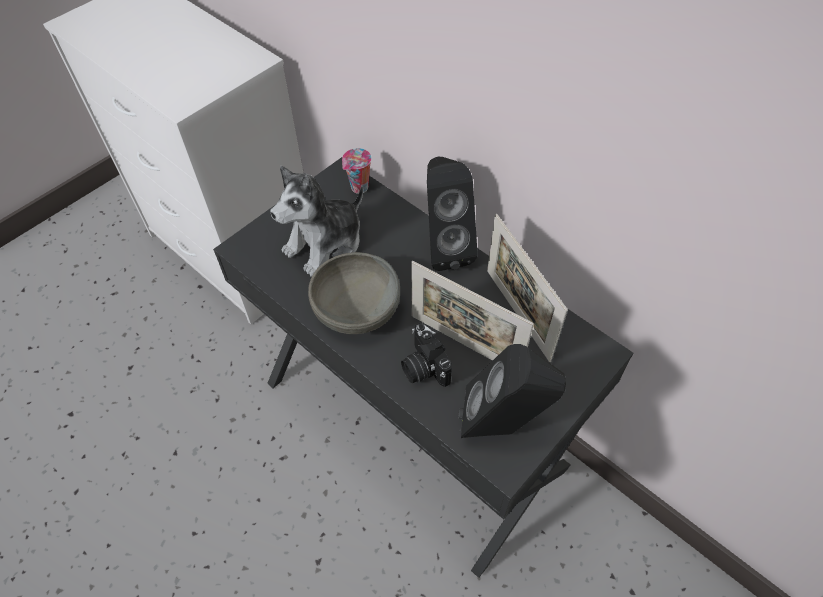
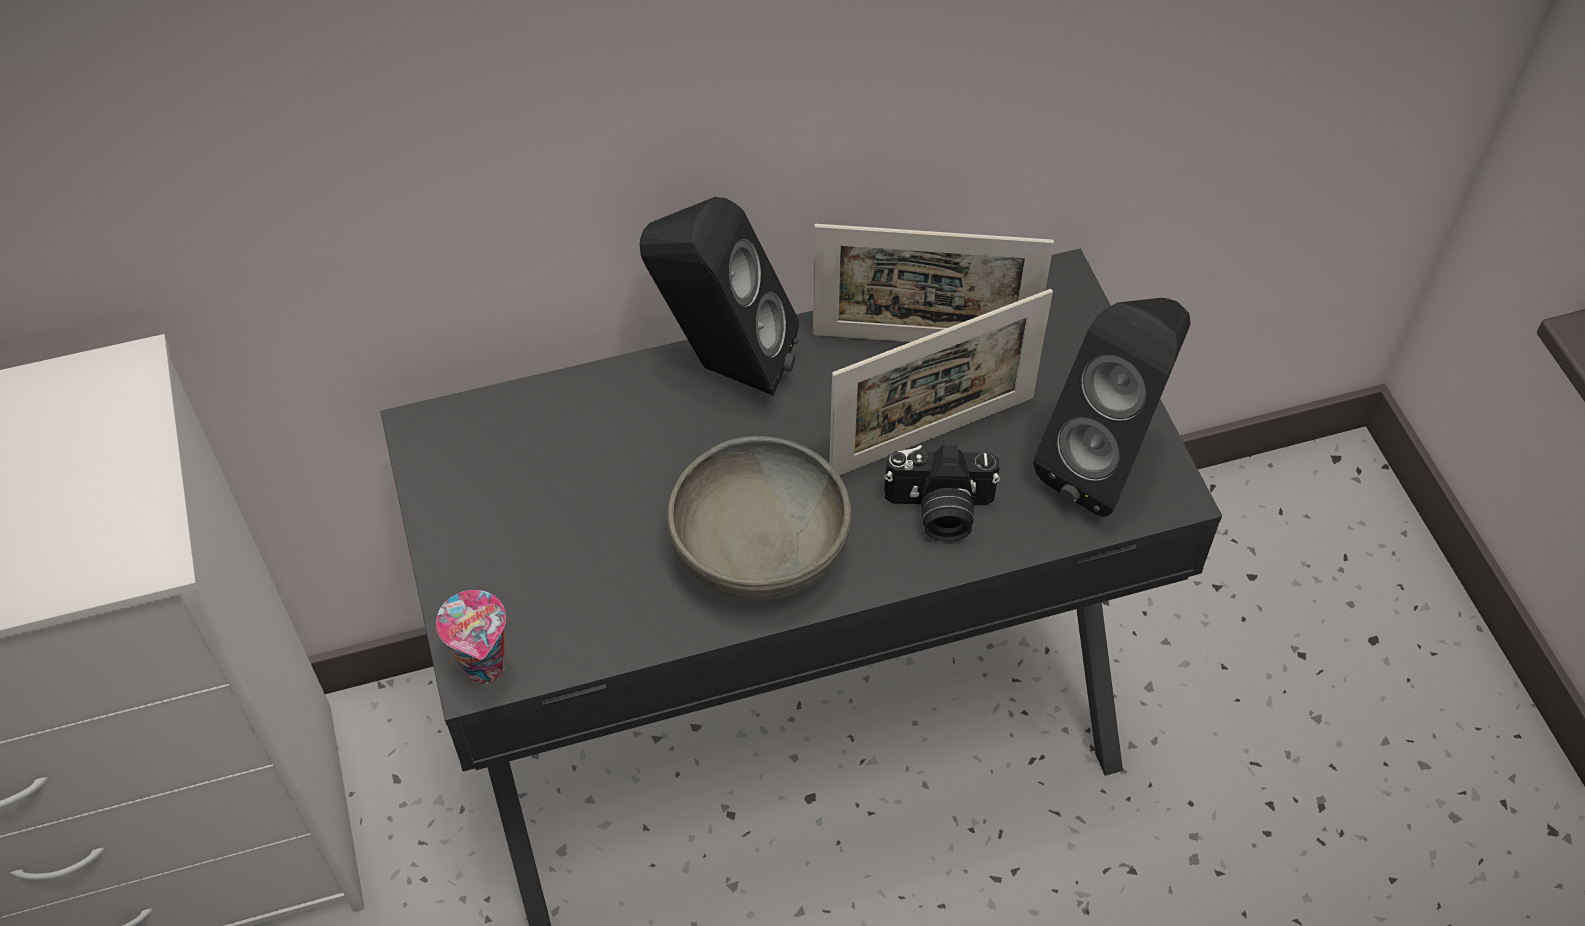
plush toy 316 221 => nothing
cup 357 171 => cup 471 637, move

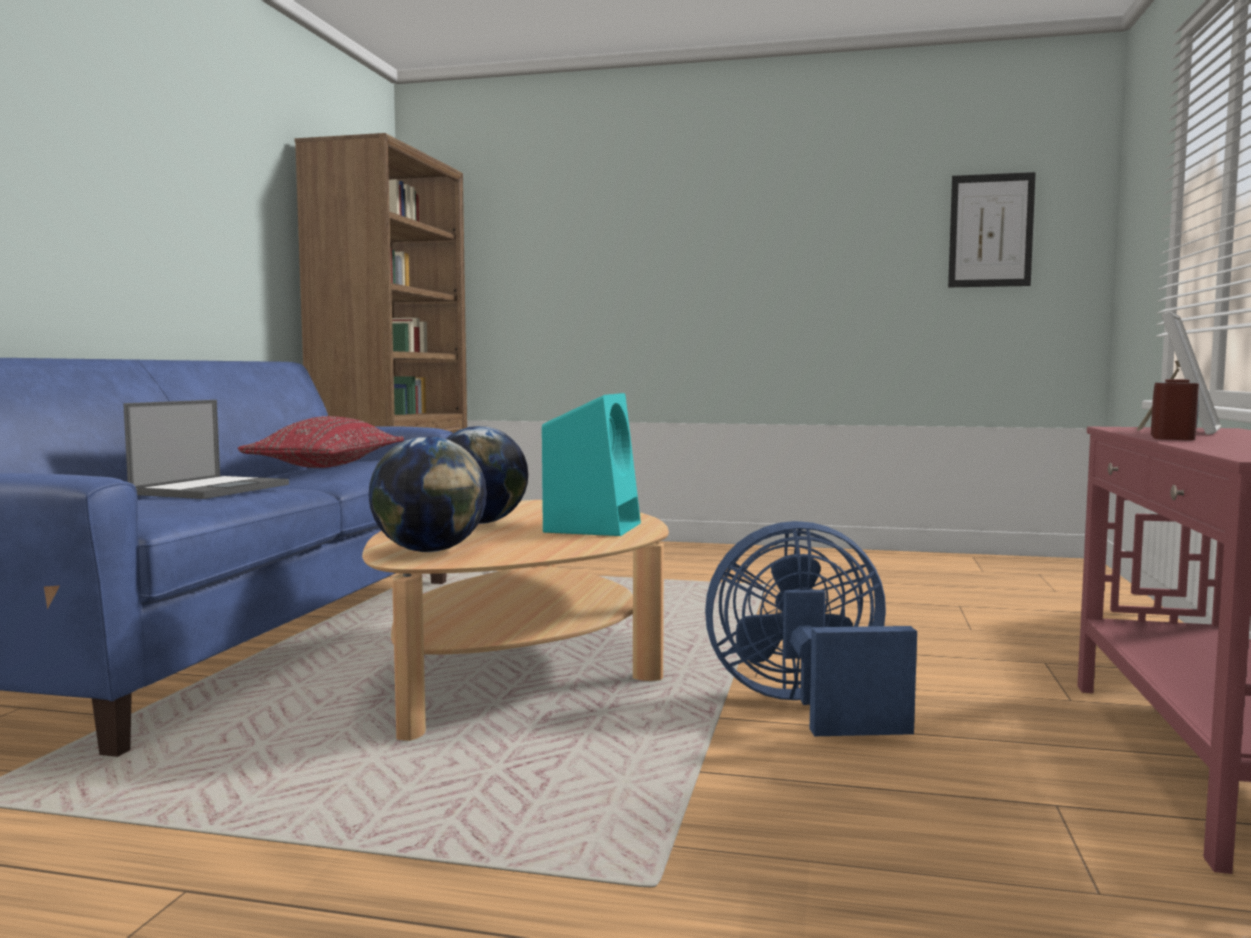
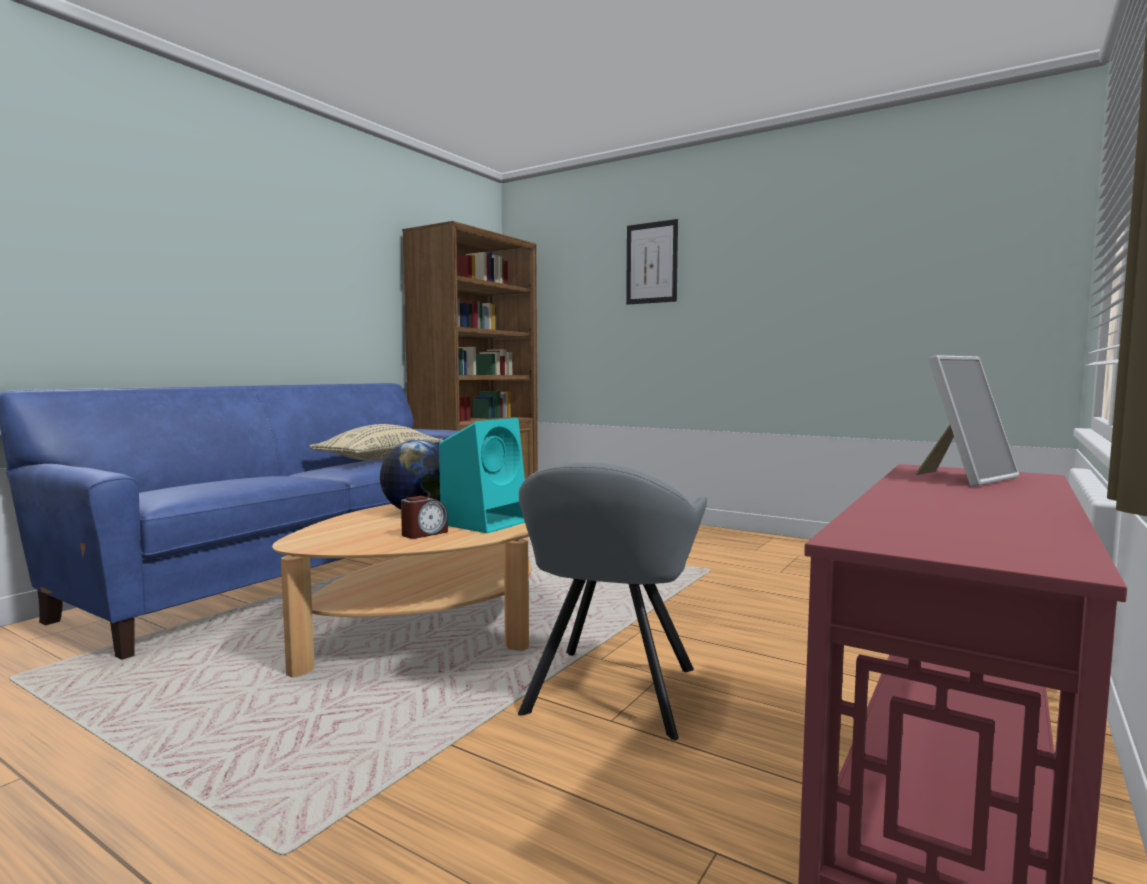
laptop 206 449 => nothing
red pillow 321 442 => beige pillow 376 442
globe 428 494 => nothing
blue fan 811 628 => grey armchair 612 601
picture 992 229 => picture 652 262, move
alarm clock 1175 409 => alarm clock 424 517, move

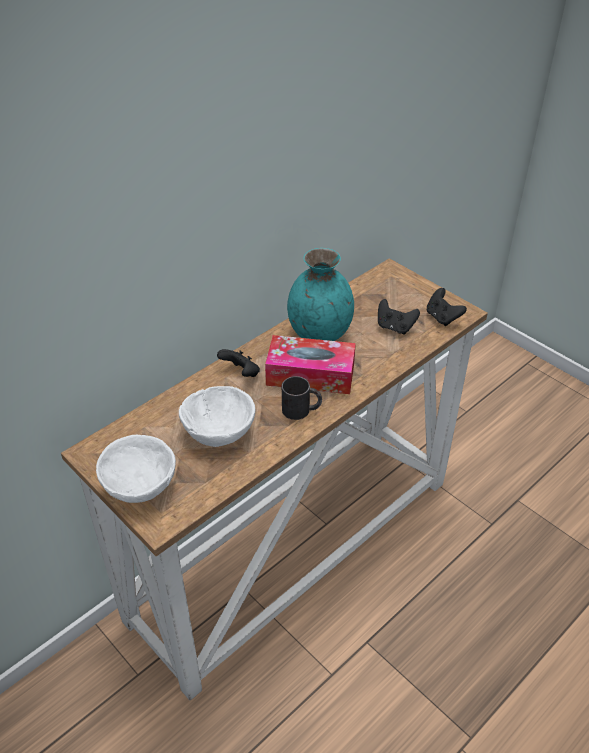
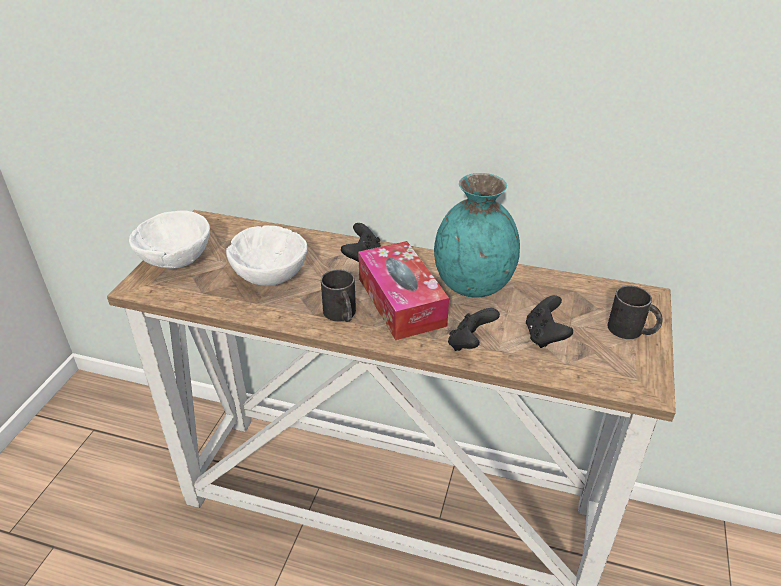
black game controller 447 307 => black game controller 474 329, move
nothing => black mug 635 312

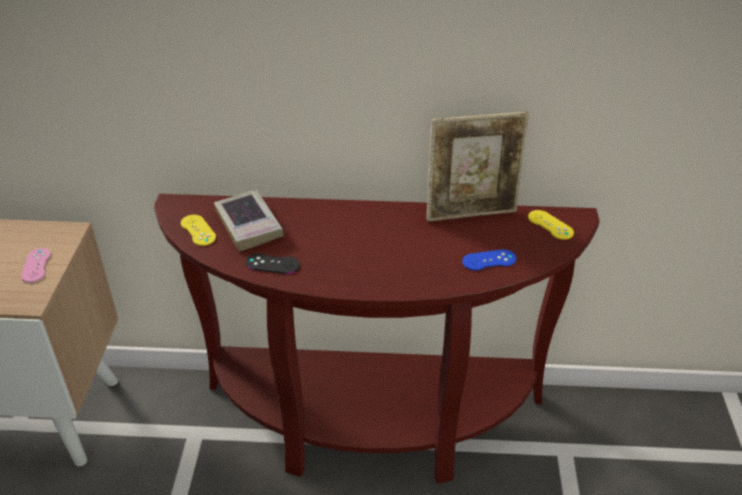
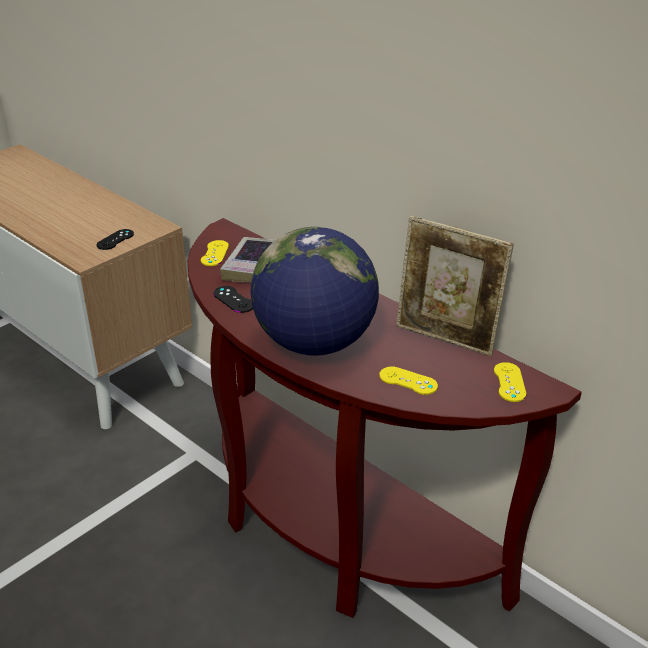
pink game controller 36 265 => black game controller 115 239
blue game controller 489 260 => yellow game controller 408 380
nothing => globe 314 291

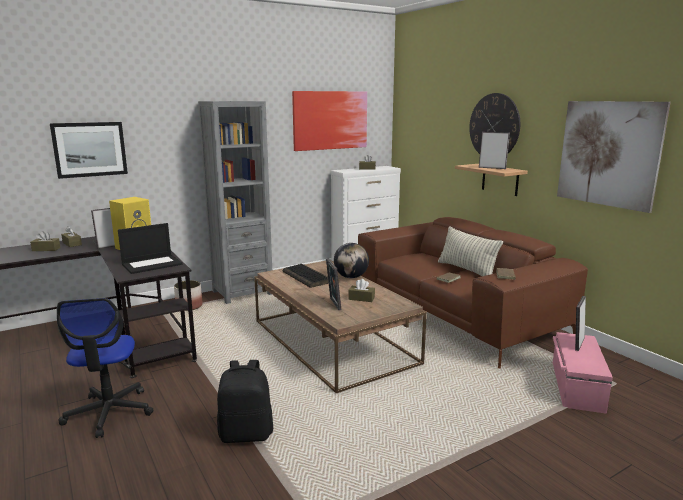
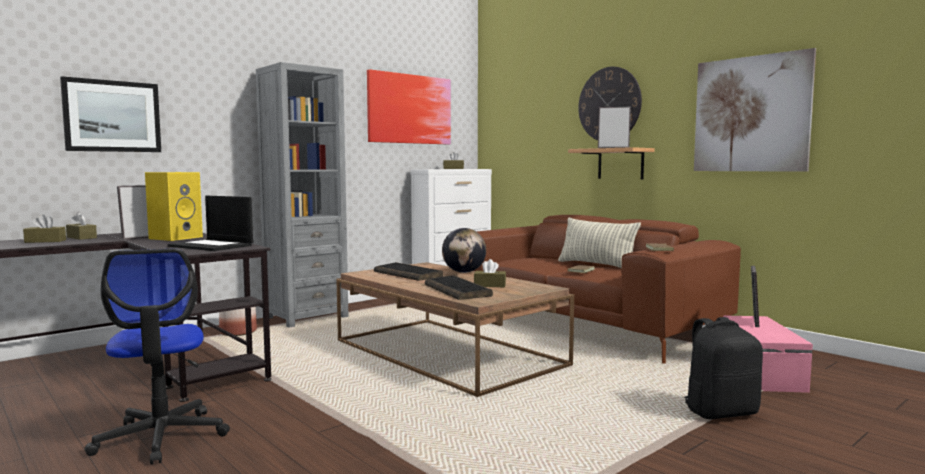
laptop 150 248 => laptop 210 223, 75 degrees clockwise
black backpack 245 401 => black backpack 723 368, move
picture frame 333 284 => keyboard 459 287

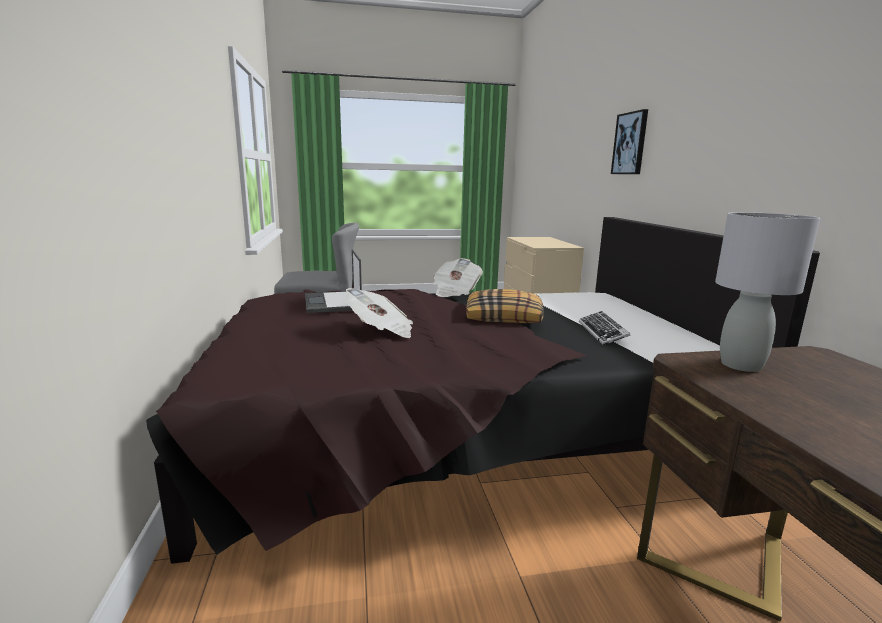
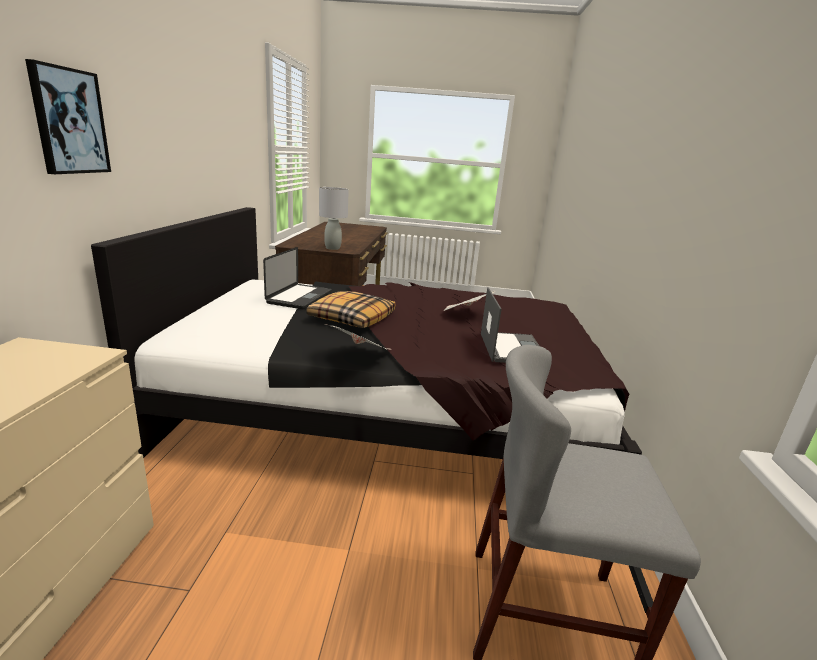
keyboard 605 328 => laptop 297 278

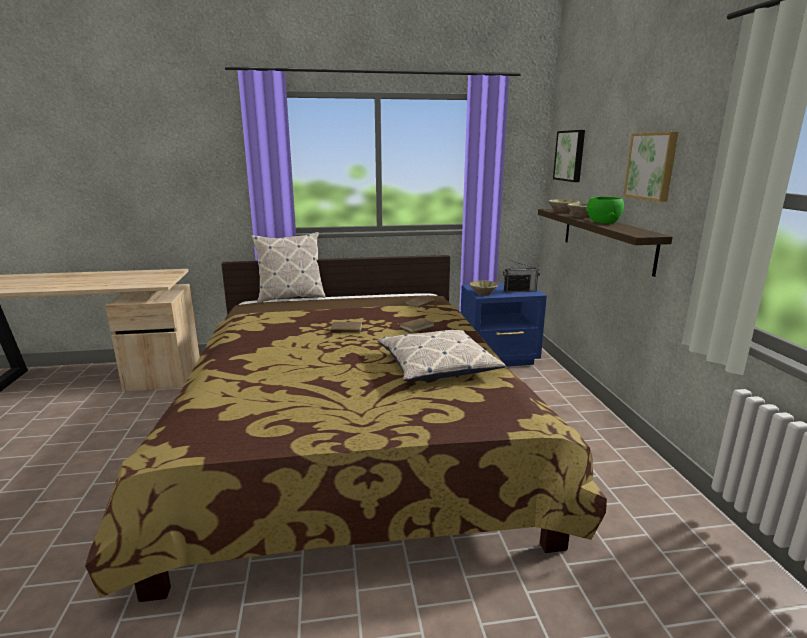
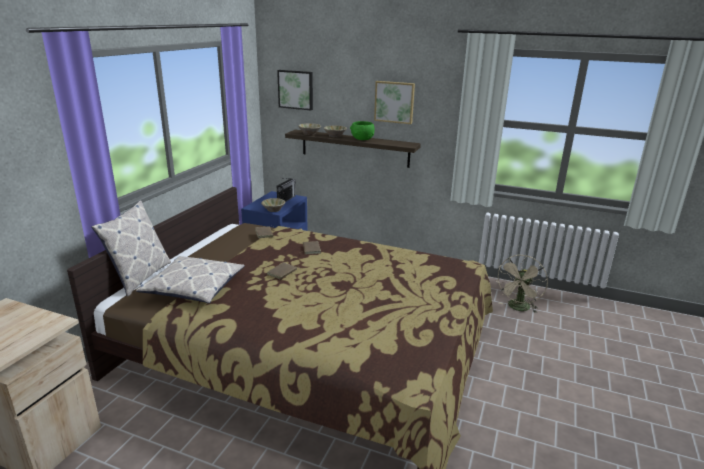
pillow 442 355 => pillow 190 280, move
nothing => beige fan 521 284

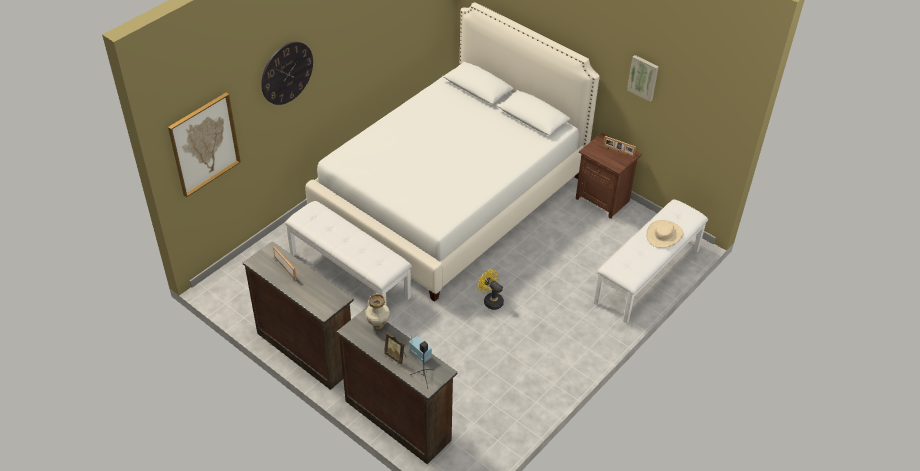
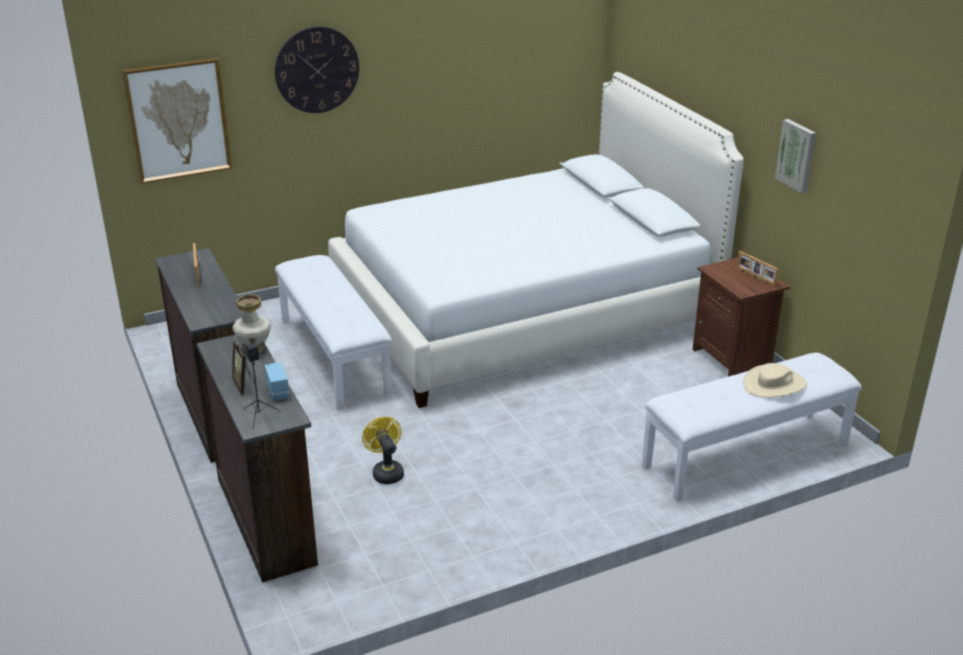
yellow fan 491 289 => yellow fan 383 450, move

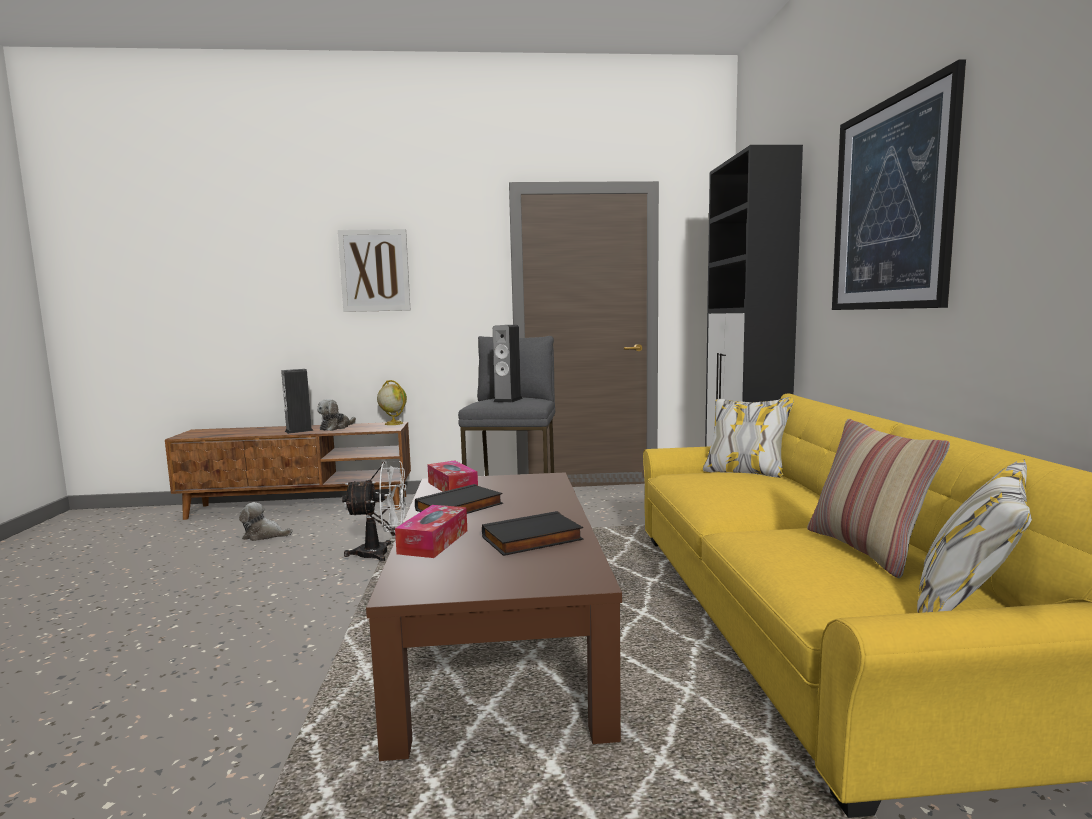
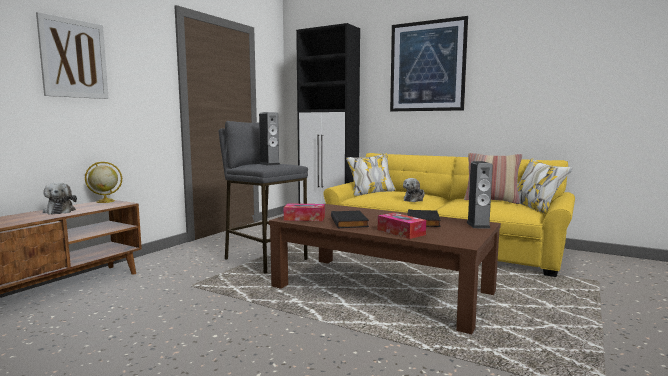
plush toy 265 521 => plush toy 414 190, move
speaker 297 401 => speaker 479 194, move
white fan 374 511 => nothing

